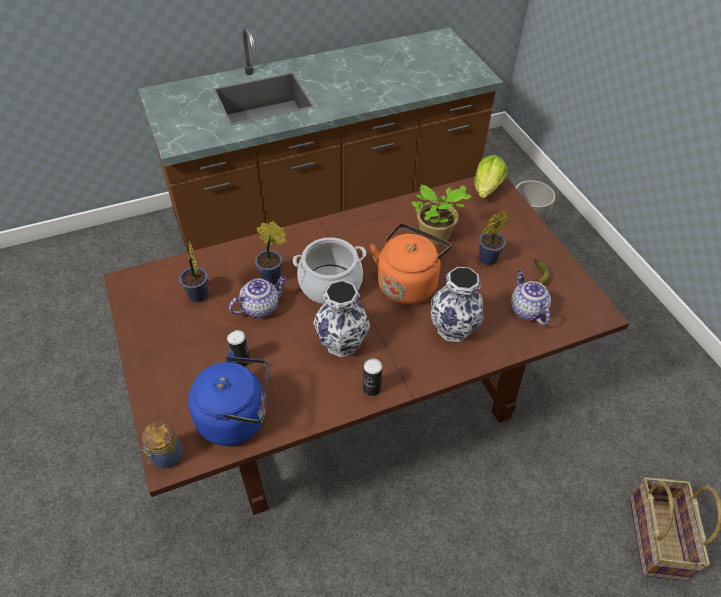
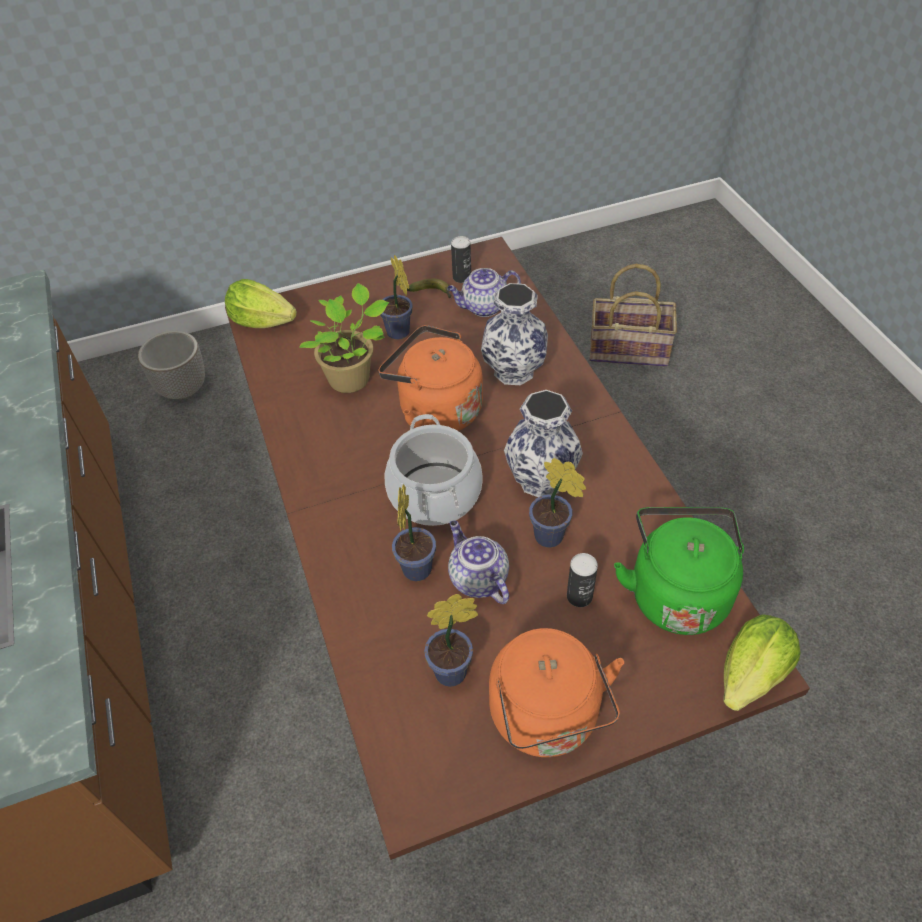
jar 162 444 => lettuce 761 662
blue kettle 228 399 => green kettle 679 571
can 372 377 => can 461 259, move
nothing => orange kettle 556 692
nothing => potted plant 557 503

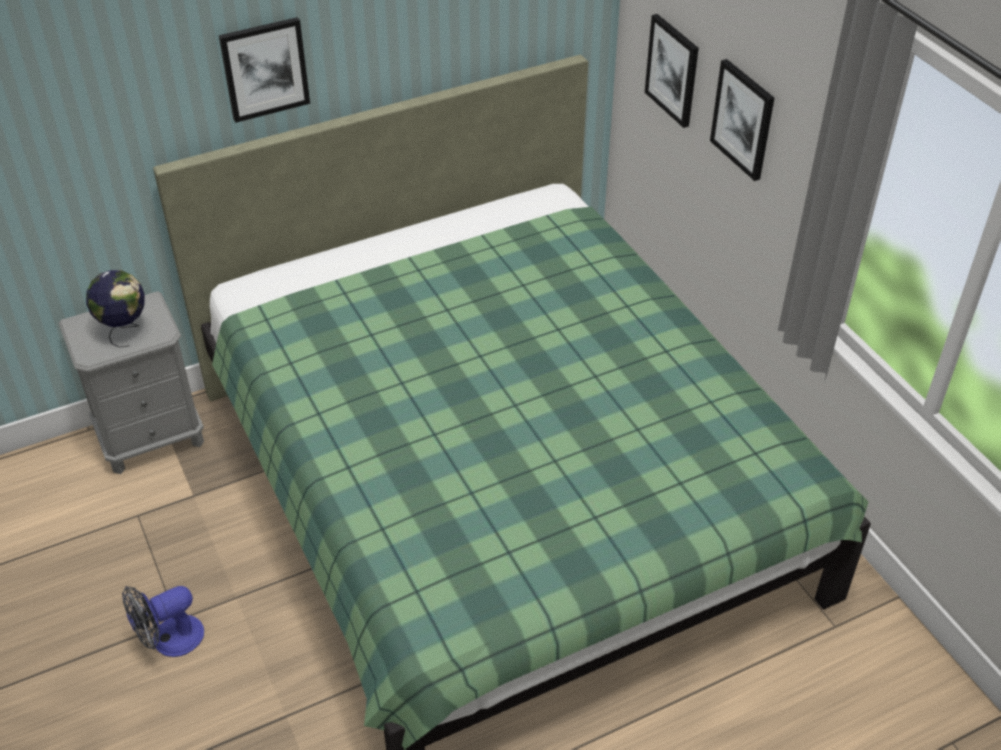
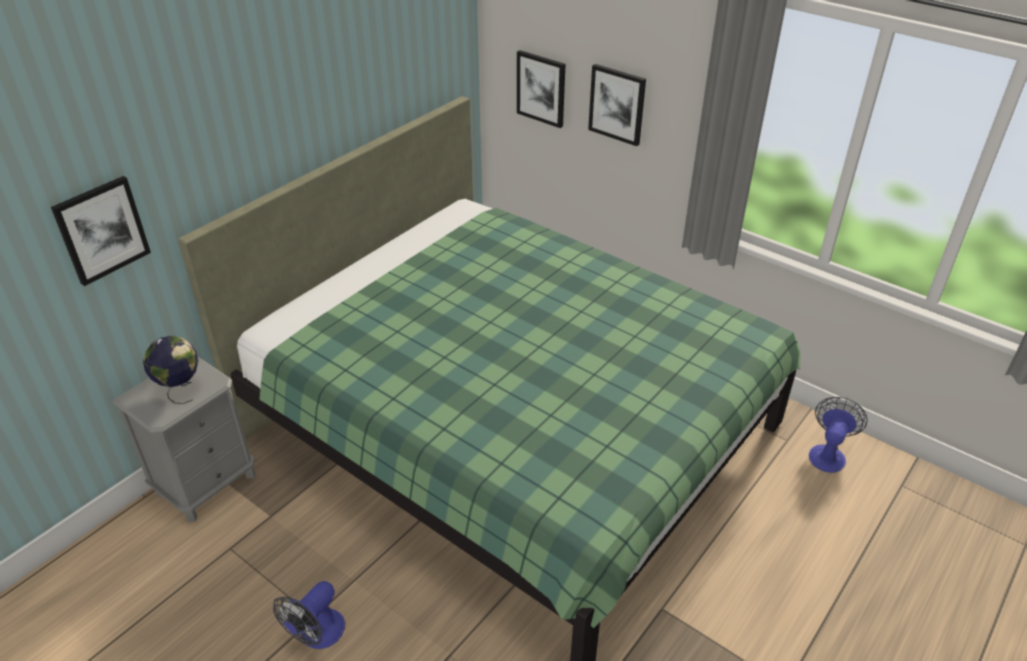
picture 264 70 => picture 101 231, move
nothing => fan 838 435

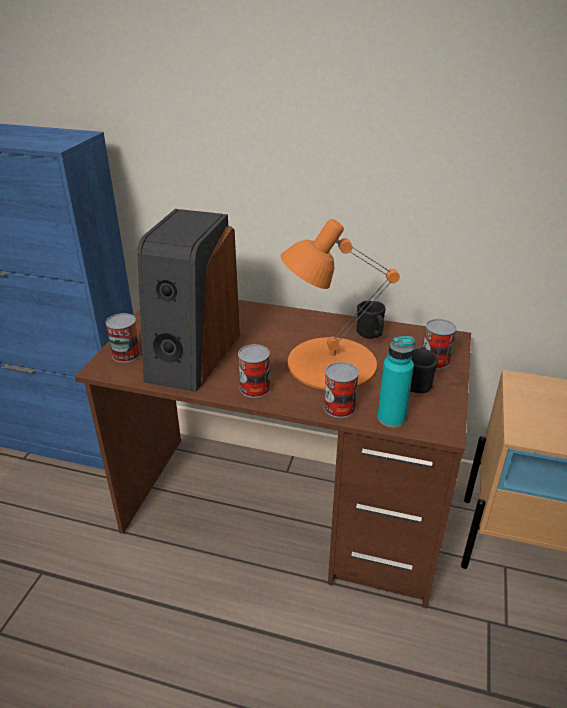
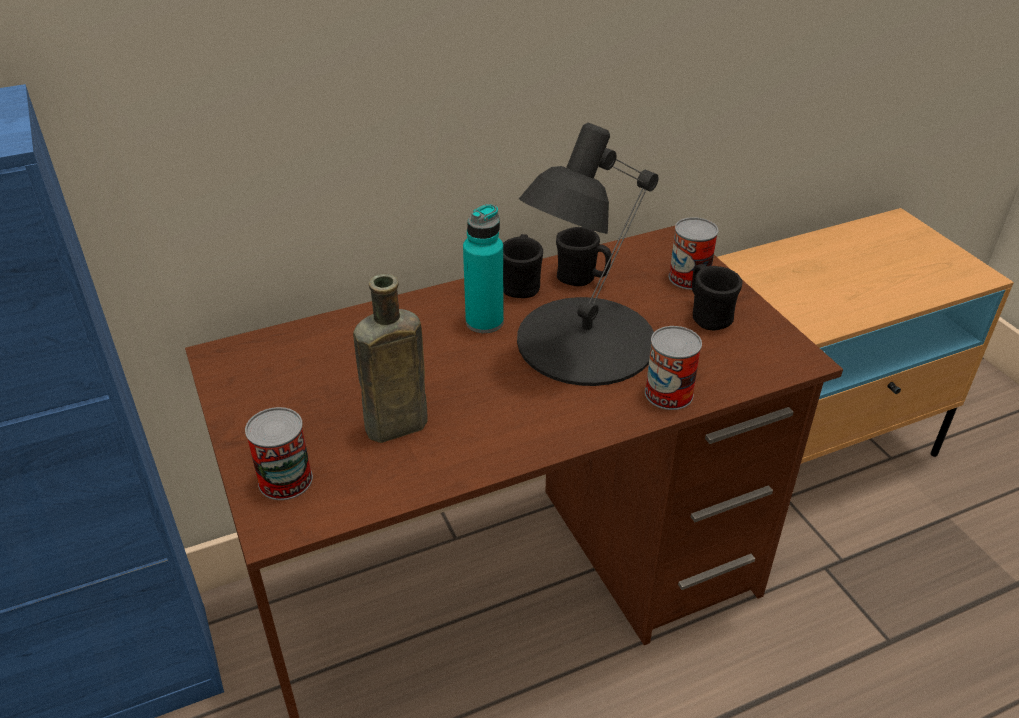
speaker 188 300 => brown bottle 390 358
can 254 371 => nothing
orange table lamp 340 304 => black table lamp 587 254
turquoise bottle 396 382 => turquoise bottle 483 268, move
nothing => black mug 523 266

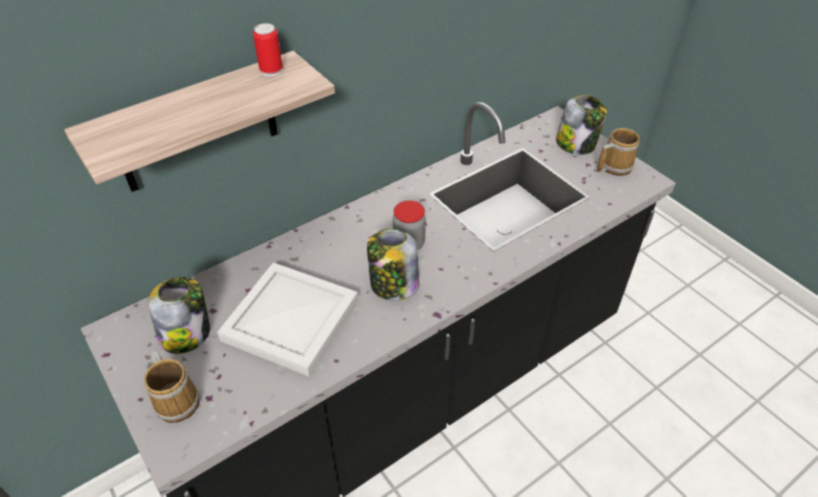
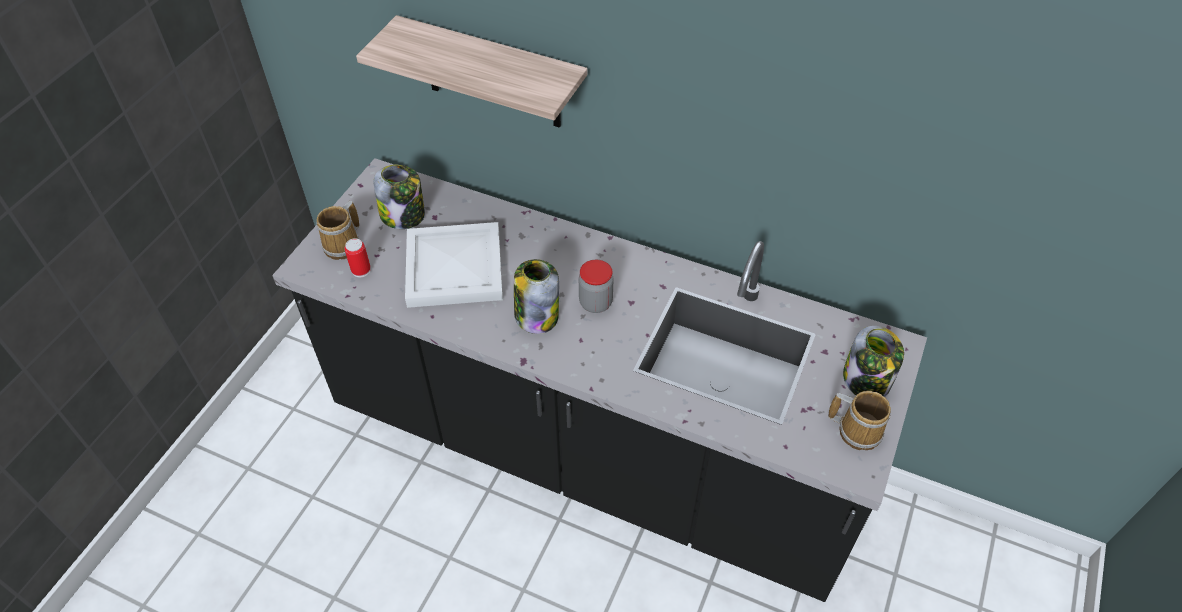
can 268 50 => can 357 258, move

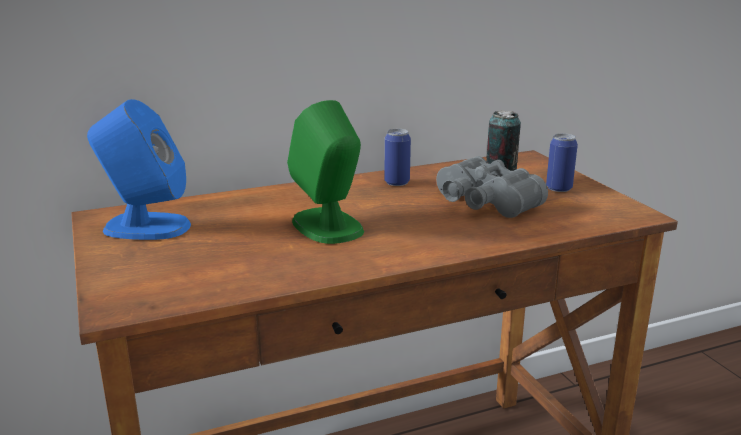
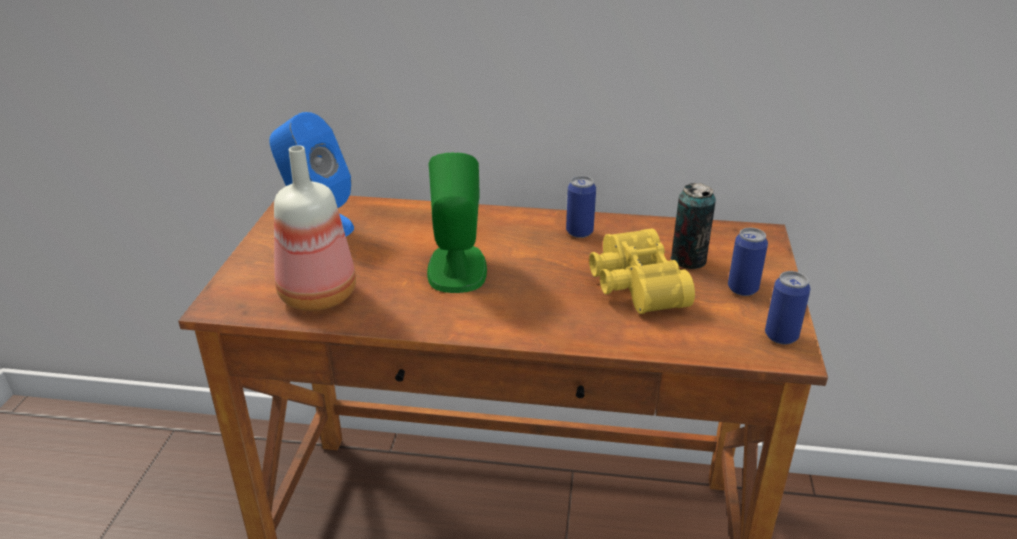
grey binoculars 492 187 => yellow binoculars 642 271
nothing => bottle 315 228
nothing => can 788 307

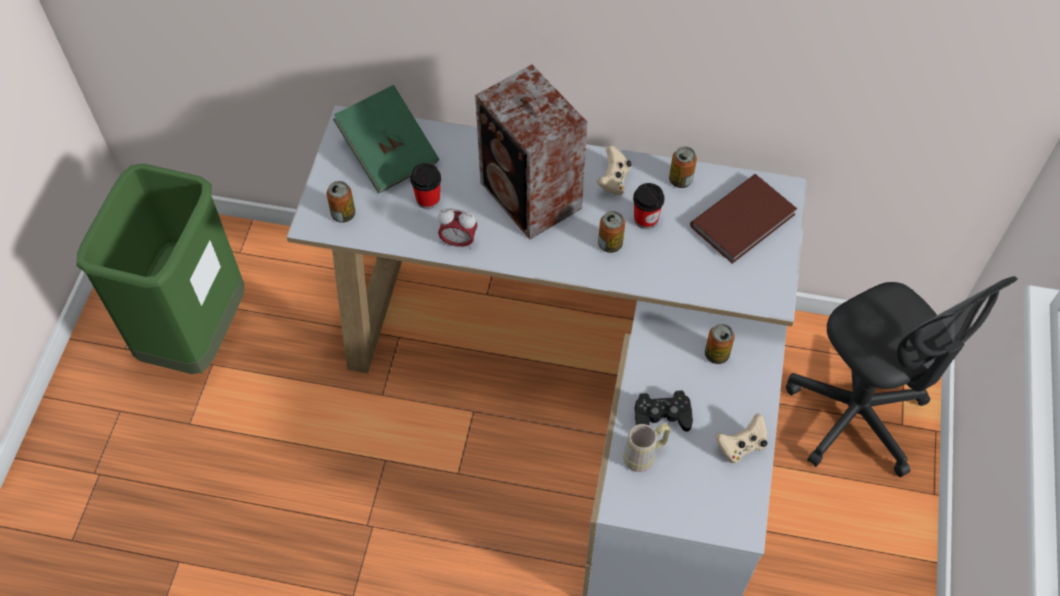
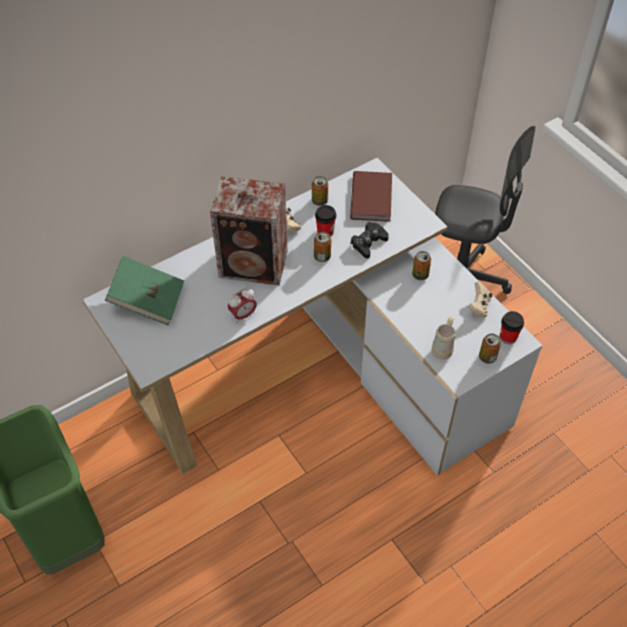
can 341 202 => can 490 348, move
cup 425 186 => cup 512 327, move
black game controller 664 411 => black game controller 370 240, move

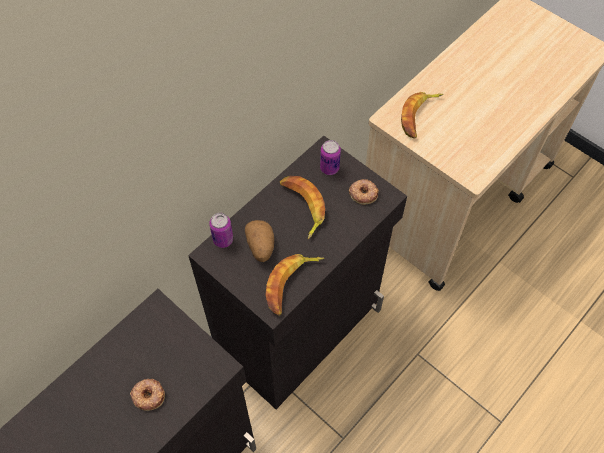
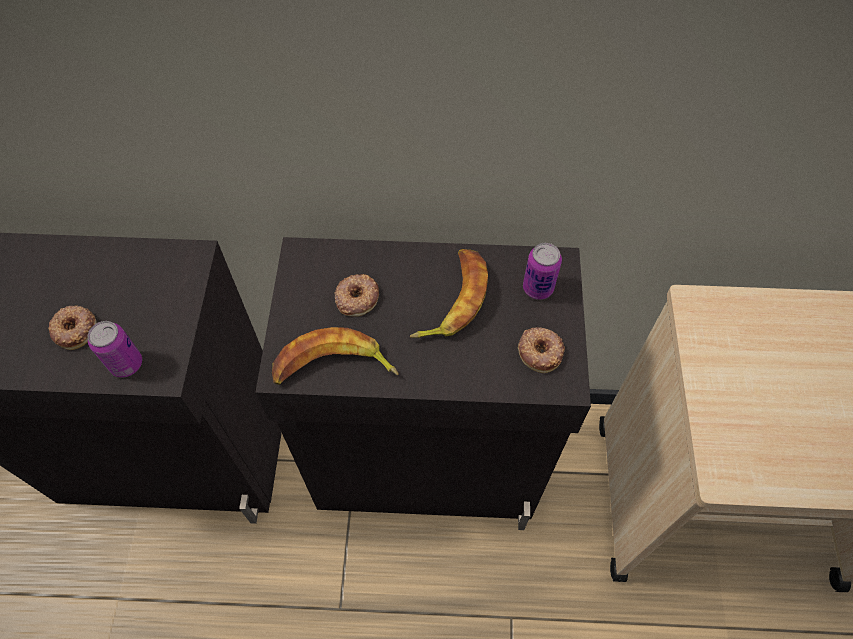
can 221 230 => can 115 349, move
potato 259 241 => donut 356 295
banana 422 115 => nothing

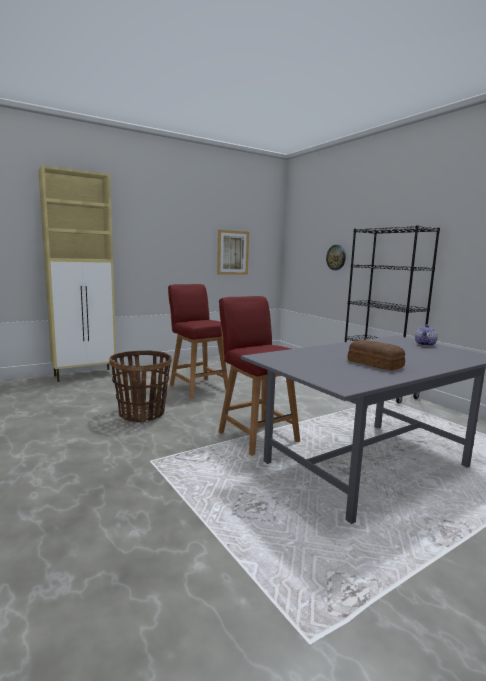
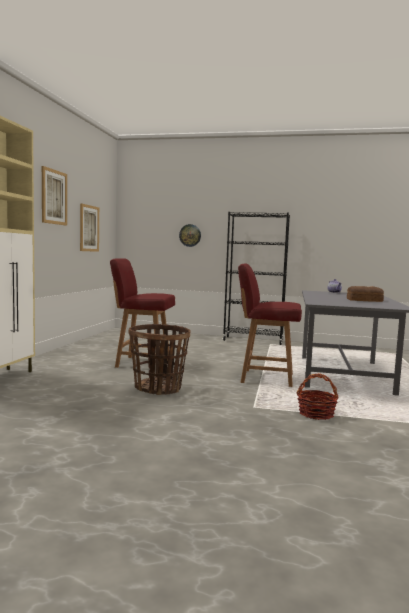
nothing => picture 54 196
nothing => basket 317 396

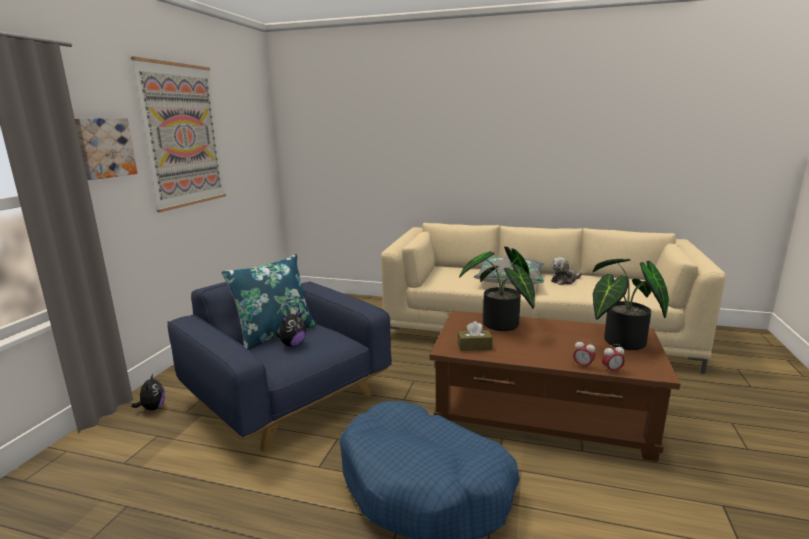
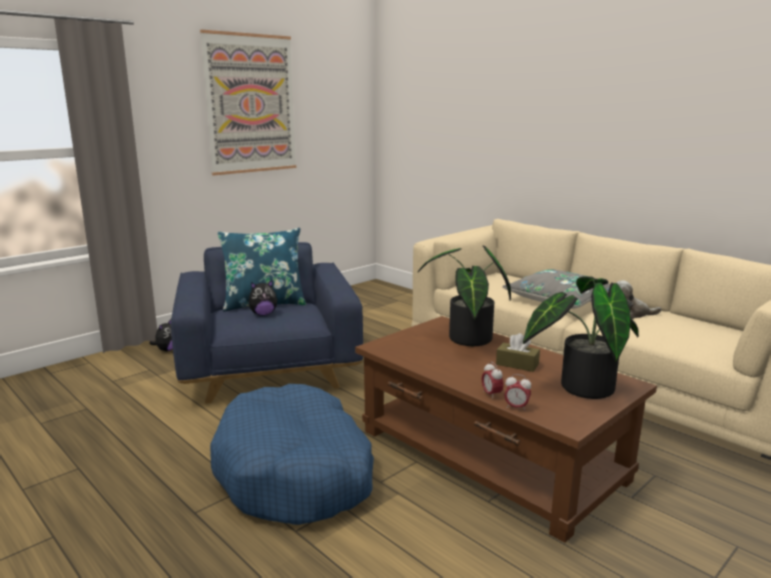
picture 106 149 => nothing
brown tissue box 475 336 => brown tissue box 518 352, move

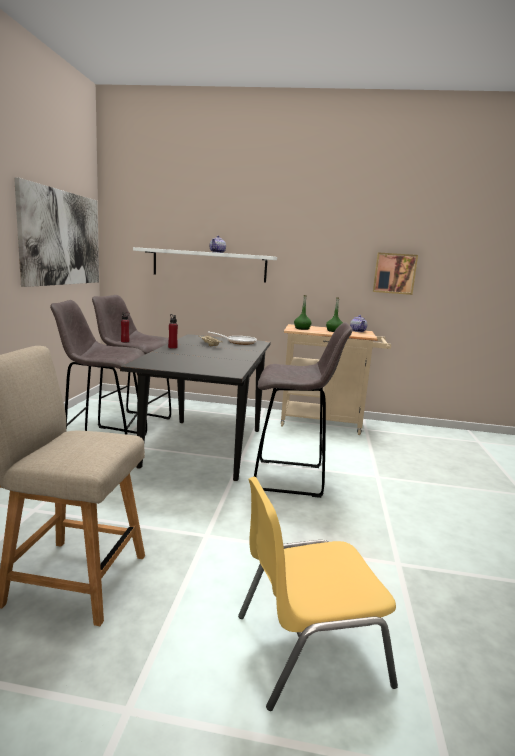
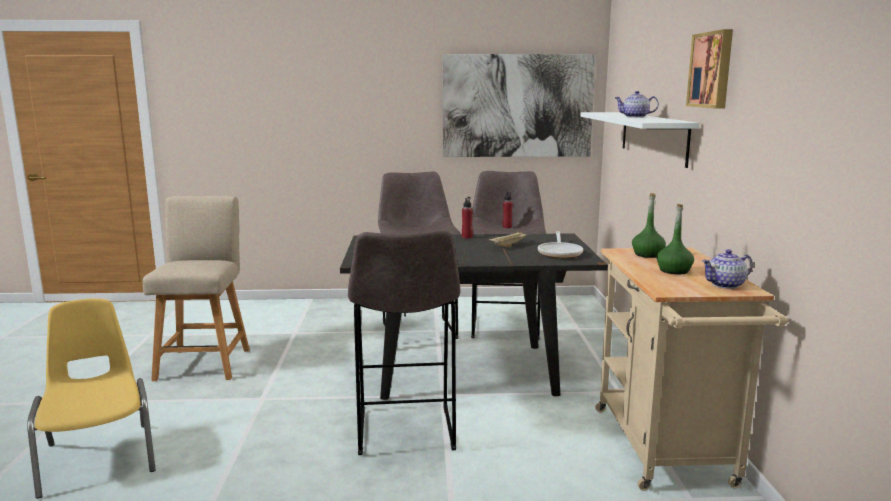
picture 395 273 => picture 709 69, move

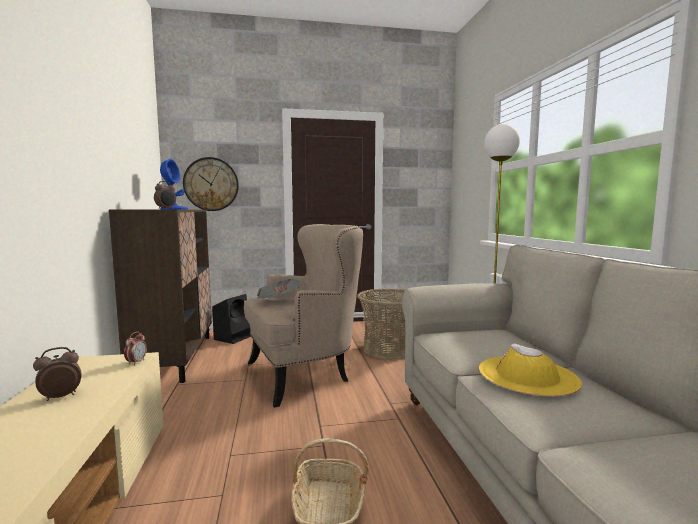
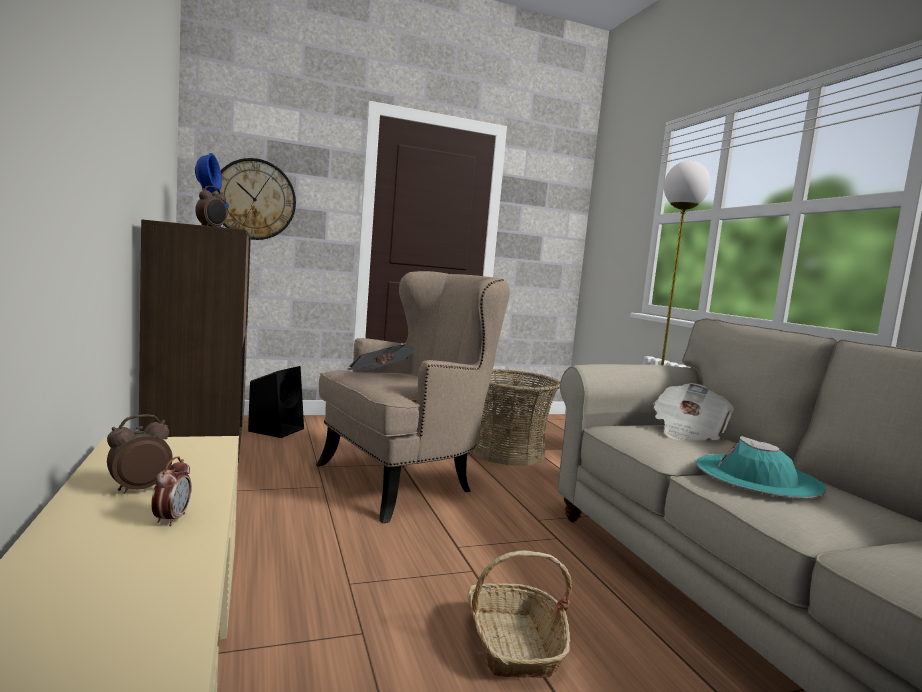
alarm clock 135 348 => alarm clock 171 491, move
yellow hat 530 369 => turquoise hat 761 467
nothing => newspaper 693 411

